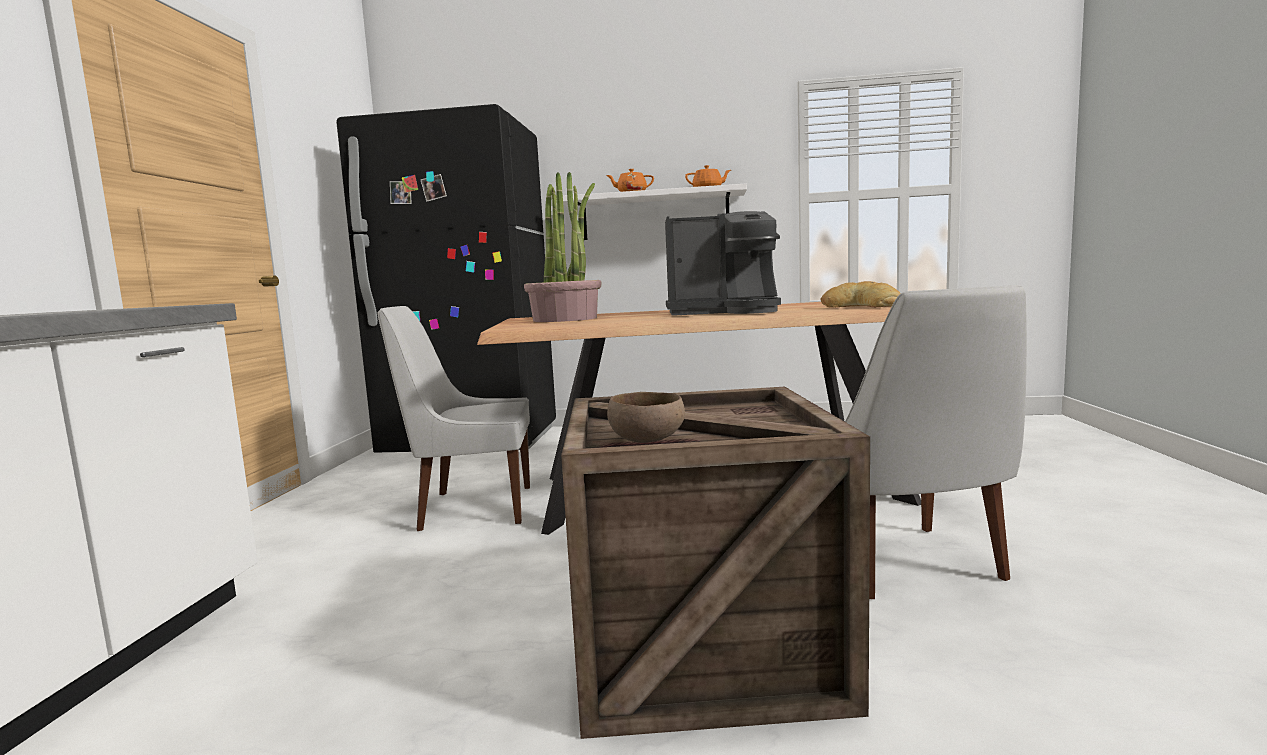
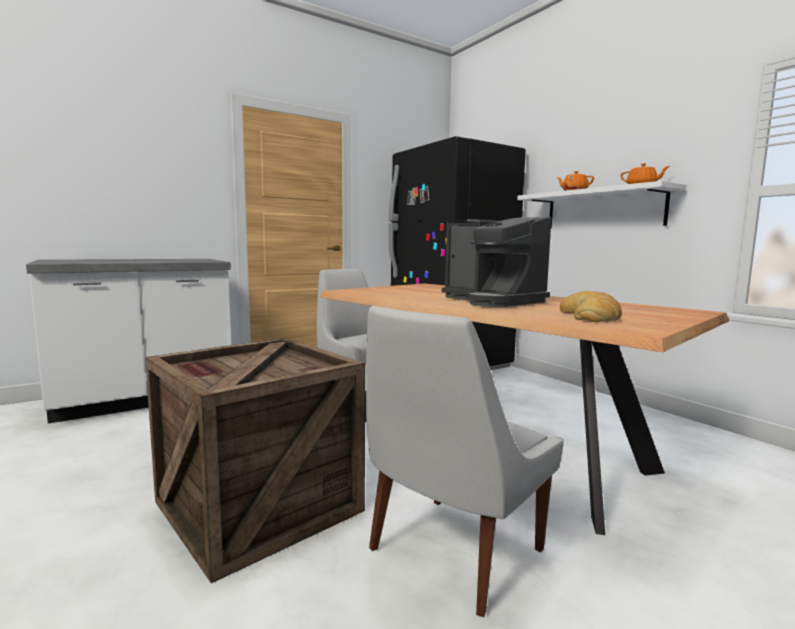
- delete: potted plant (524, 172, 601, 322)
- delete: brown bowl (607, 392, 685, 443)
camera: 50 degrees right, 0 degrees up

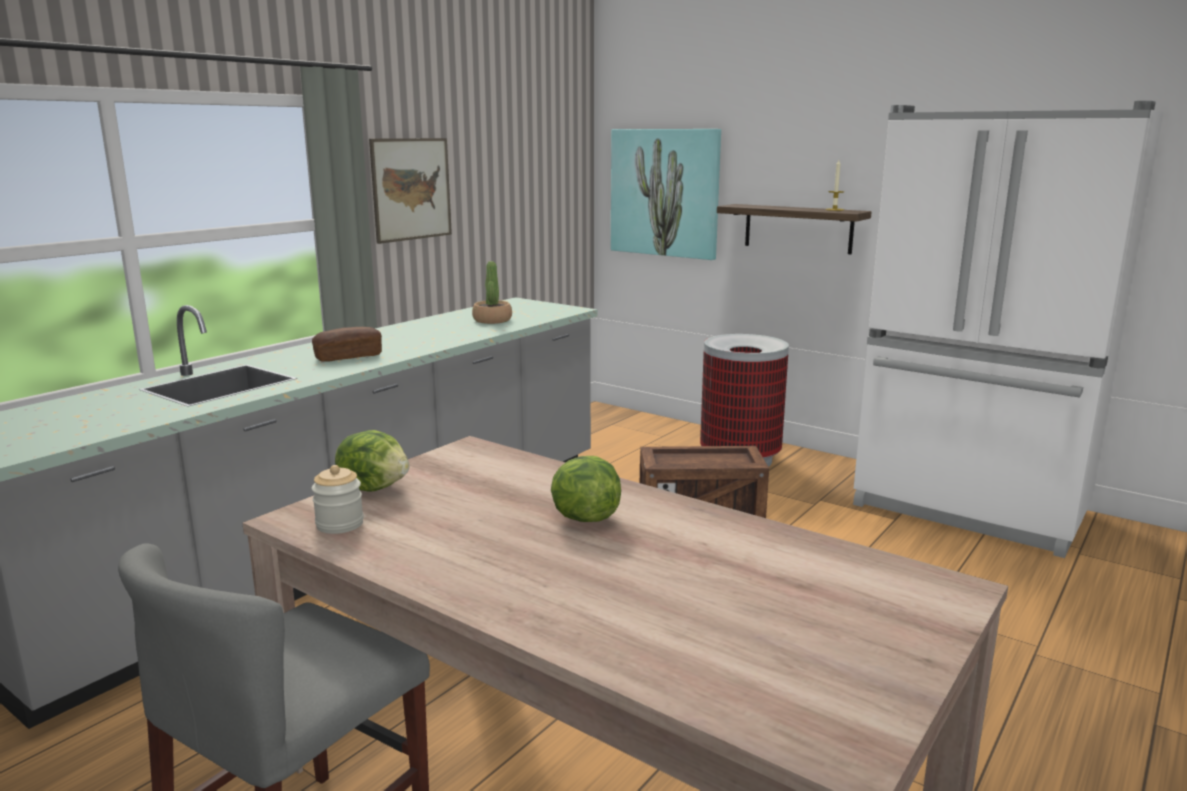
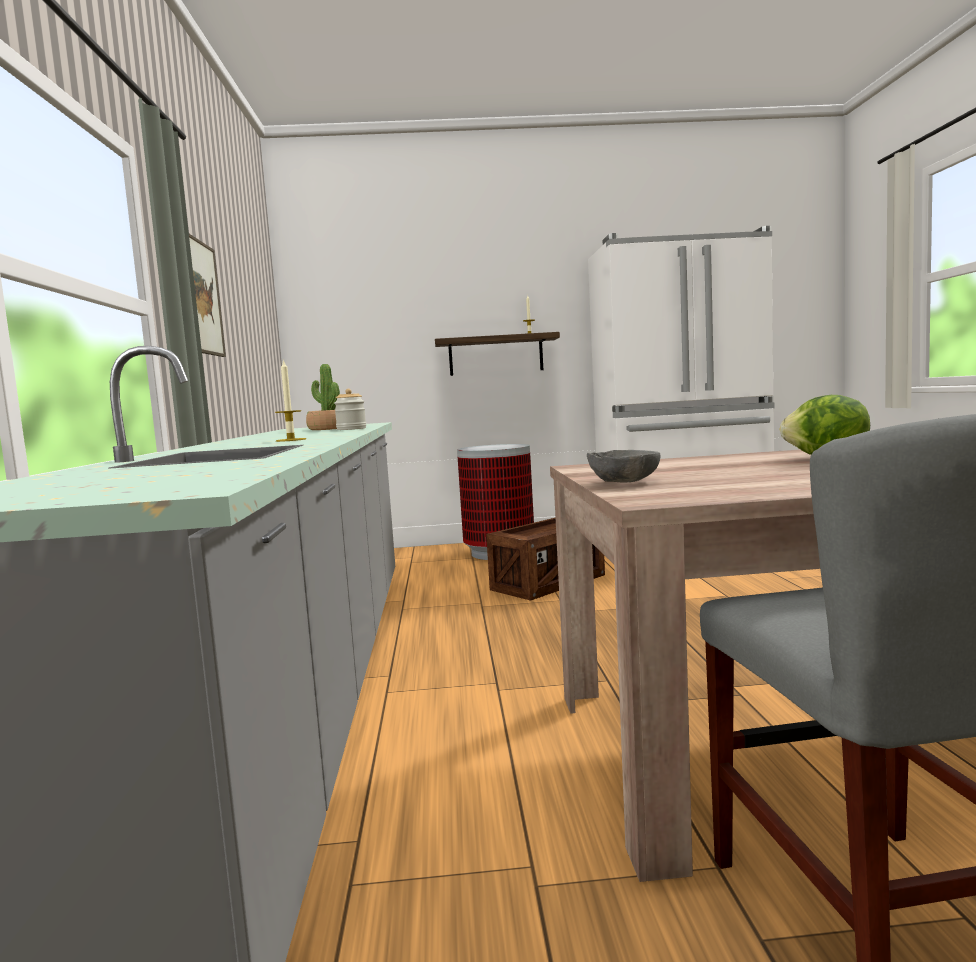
- delete: picture (611, 129, 721, 260)
- move: jar (312, 465, 364, 534) to (334, 389, 366, 430)
- replace: bread (312, 327, 382, 362) to candle (275, 359, 306, 442)
- replace: lettuce (335, 430, 409, 492) to grey bowl (587, 450, 660, 482)
camera: 40 degrees left, 10 degrees down

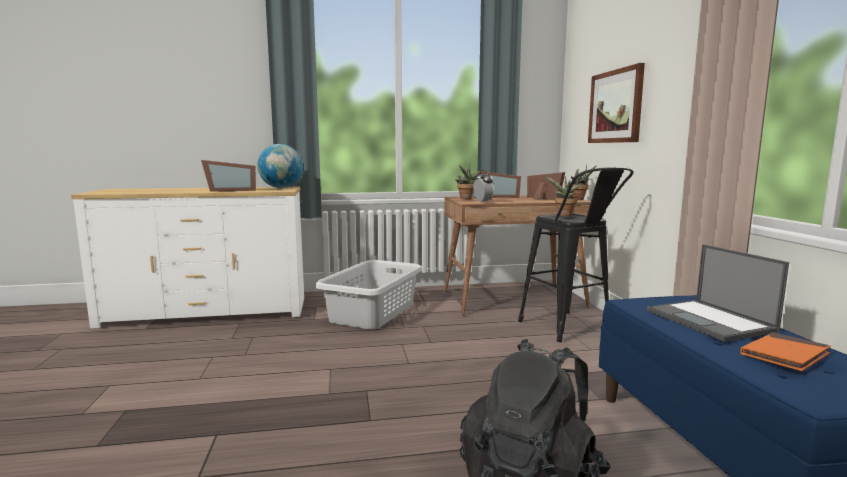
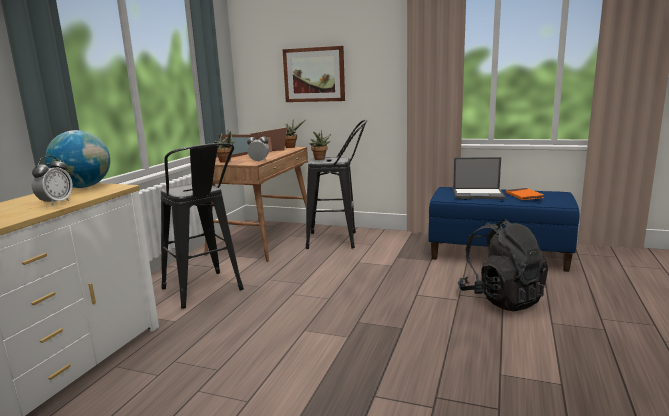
- replace: picture frame (201, 160, 256, 192) to alarm clock (31, 156, 73, 206)
- replace: grey laundry basket (315, 260, 422, 329) to black stool (161, 143, 244, 309)
camera: 60 degrees left, 5 degrees up

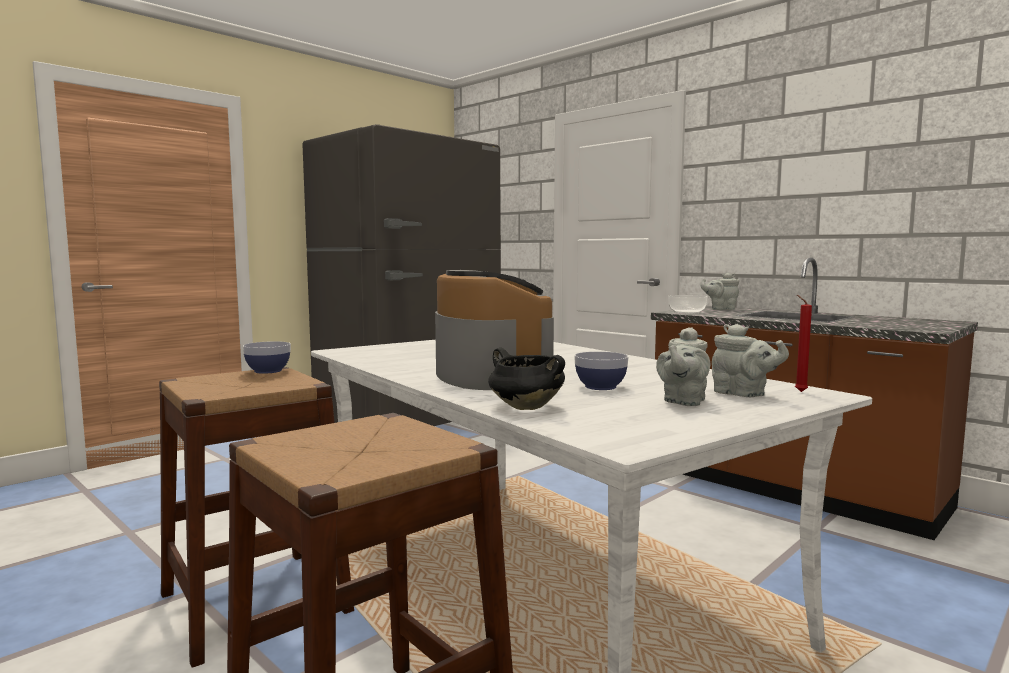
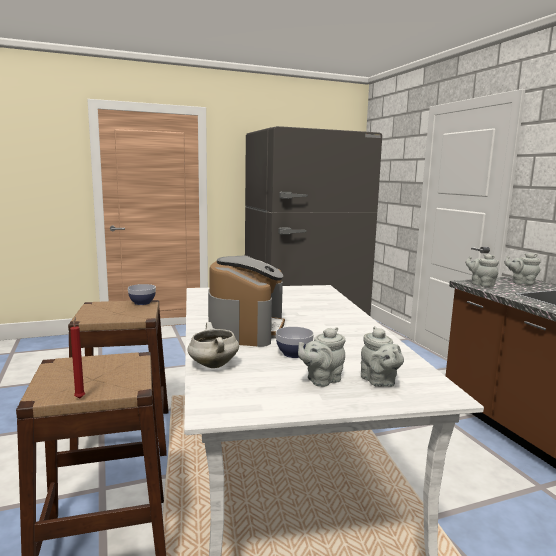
- move: red candle (795, 295, 812, 392) to (70, 317, 85, 398)
- replace: bowl (668, 295, 708, 314) to grey teapot (465, 254, 499, 287)
- recolor: black cooking pot (488, 348, 565, 410) to white cooking pot (188, 322, 239, 368)
camera: 25 degrees right, 5 degrees up

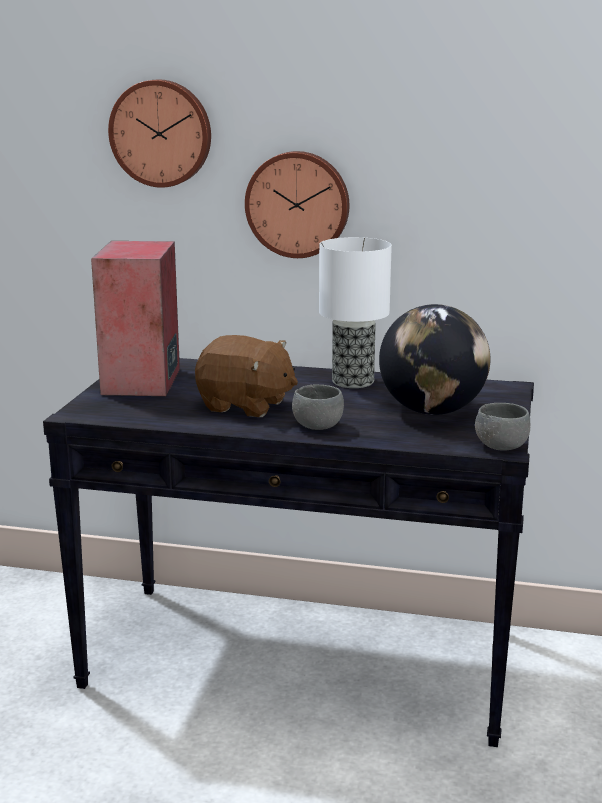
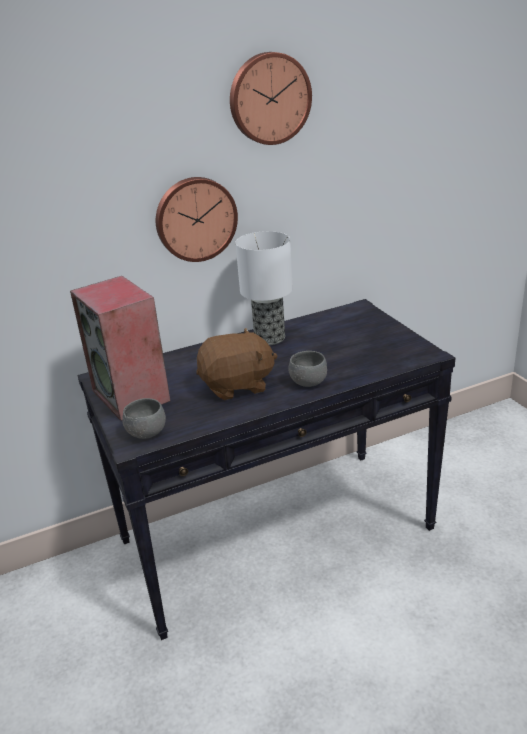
- delete: globe (379, 304, 490, 415)
- move: wall clock (108, 80, 211, 188) to (230, 52, 312, 145)
- move: grey bowl (475, 403, 530, 451) to (122, 398, 166, 439)
camera: 35 degrees left, 10 degrees up

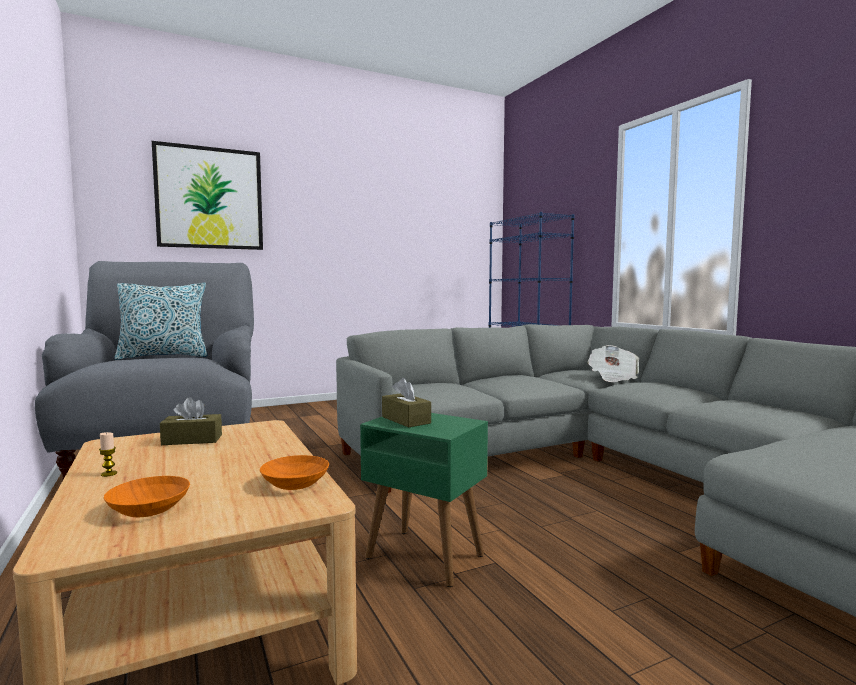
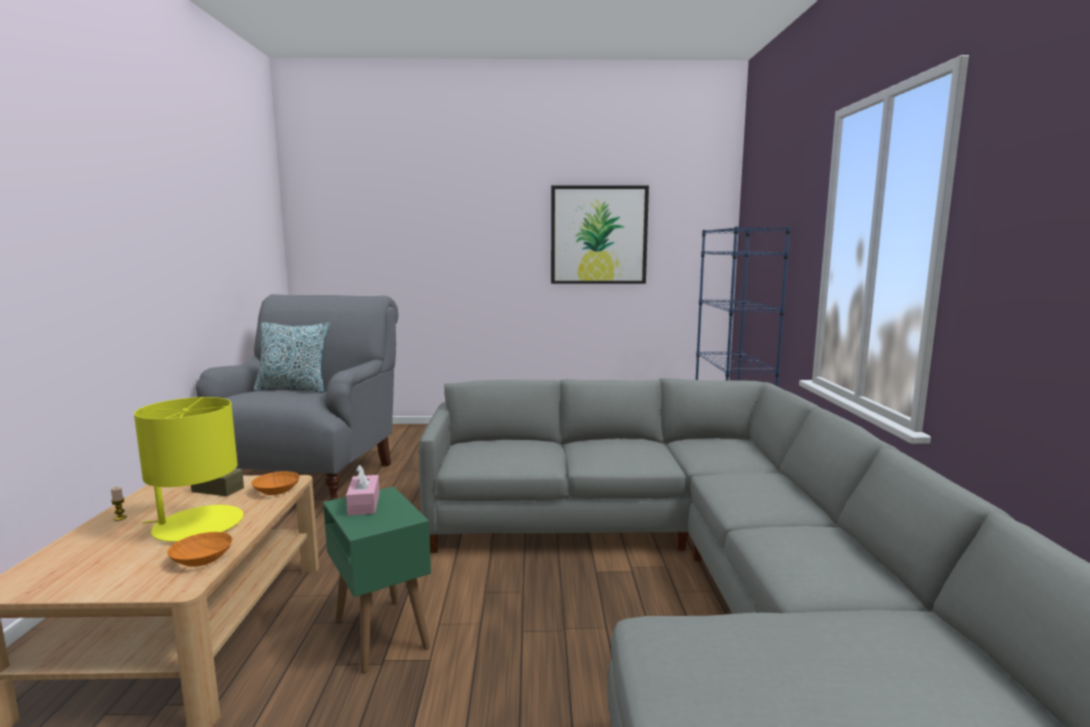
- delete: newspaper (587, 345, 639, 382)
- insert: yellow table lamp (134, 397, 244, 542)
- move: orange bowl (104, 476, 190, 517) to (251, 471, 300, 495)
- move: picture (152, 141, 263, 250) to (551, 185, 649, 284)
- recolor: brown tissue box (382, 378, 431, 427) to pink tissue box (346, 465, 380, 516)
camera: 25 degrees right, 5 degrees up

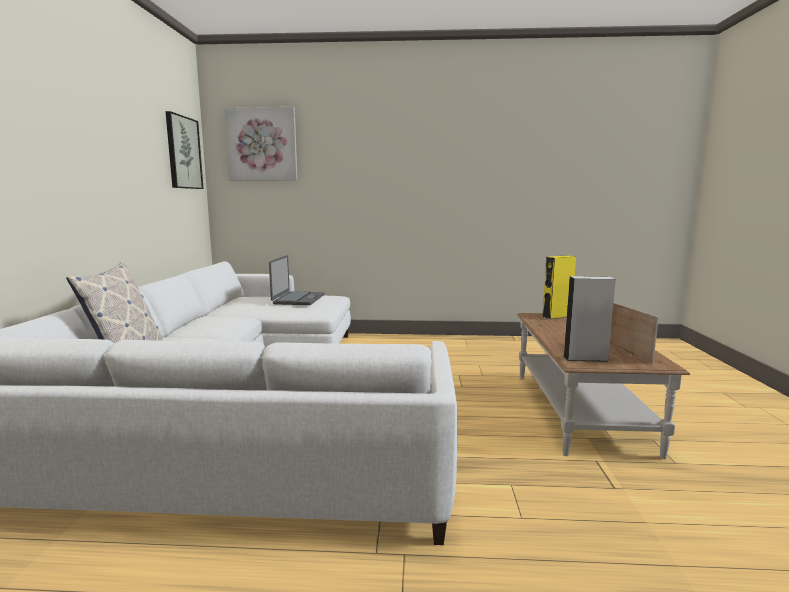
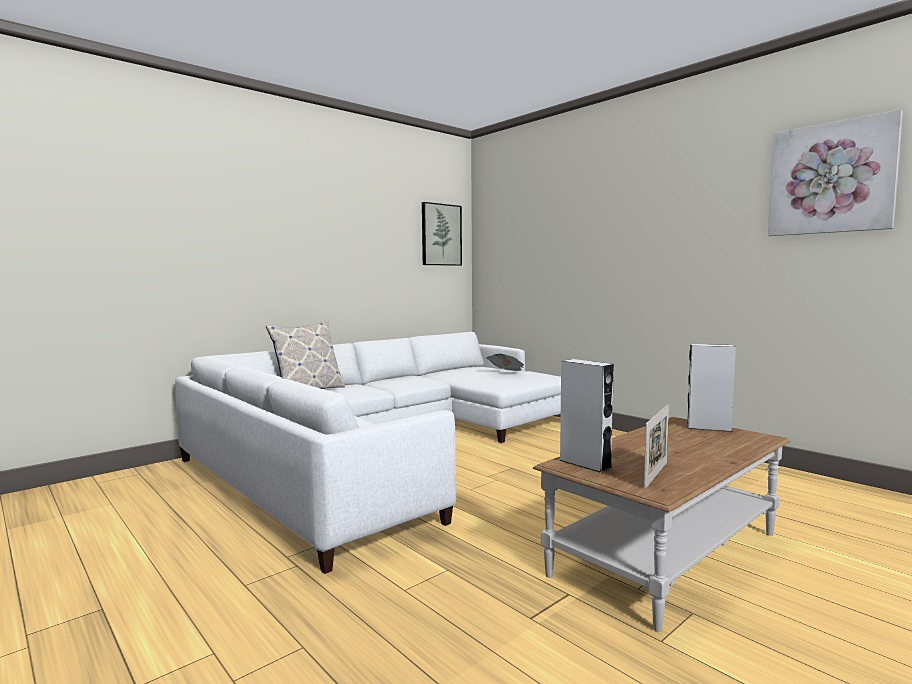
- move: picture (224, 107, 298, 180) to (768, 109, 903, 236)
- replace: laptop (269, 255, 324, 305) to newspaper (487, 354, 524, 371)
- recolor: yellow speaker (542, 255, 576, 319) to grey speaker (687, 344, 736, 432)
camera: 45 degrees right, 5 degrees down

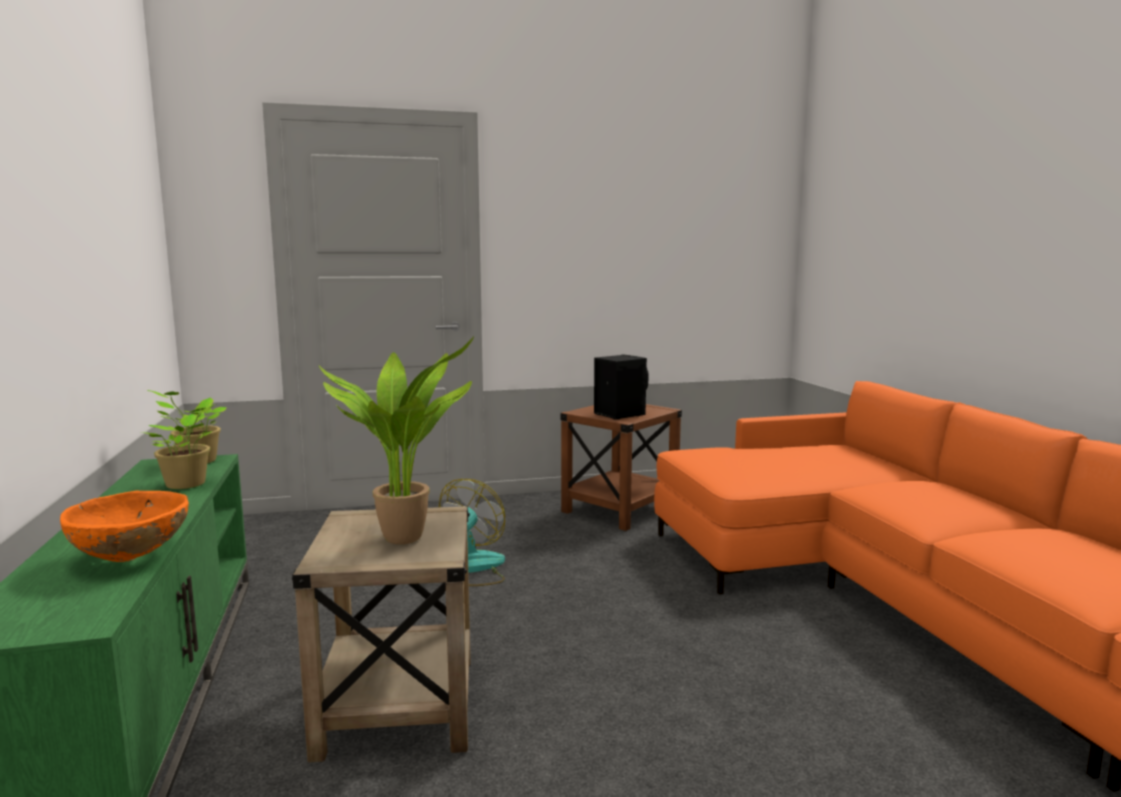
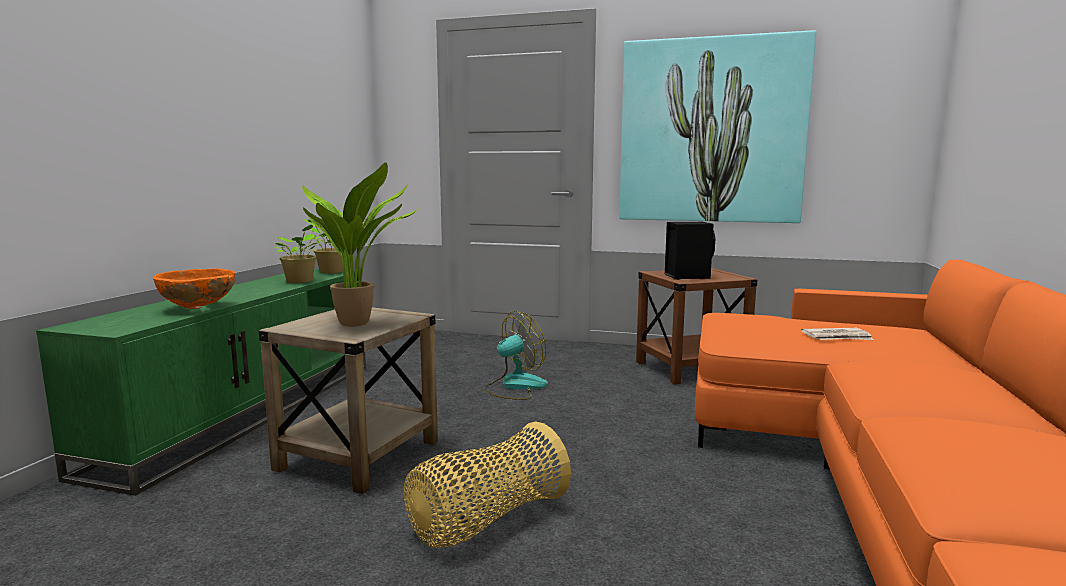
- insert: basket (404, 421, 571, 547)
- insert: picture (619, 30, 816, 223)
- insert: newspaper (801, 328, 873, 340)
camera: 30 degrees right, 0 degrees up

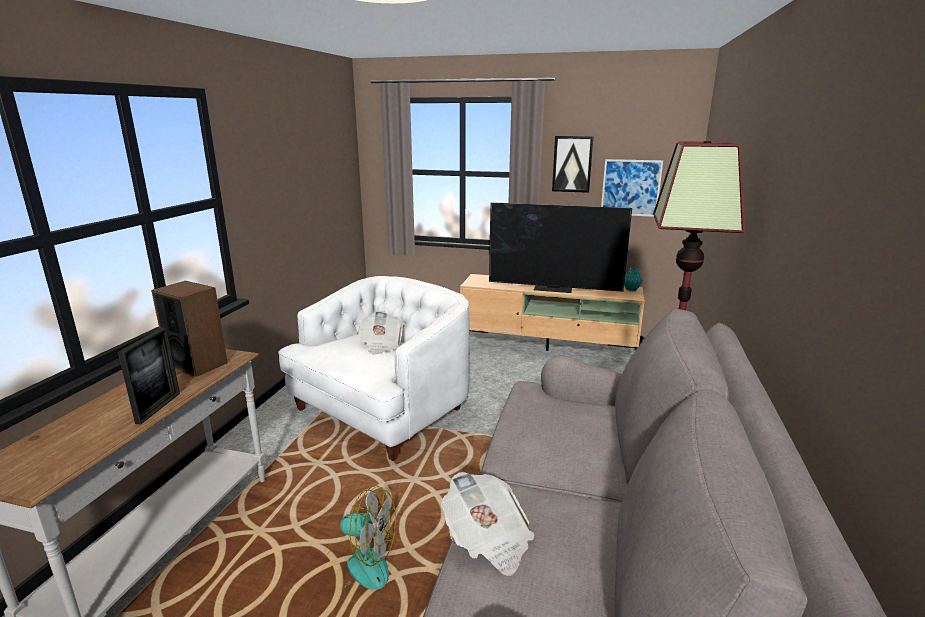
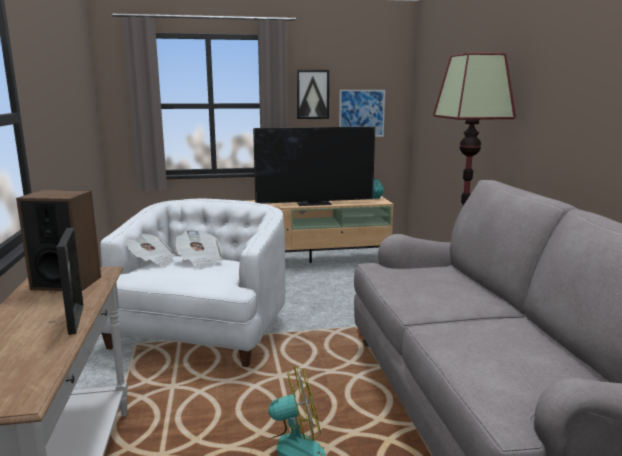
- move: newspaper (441, 472, 535, 576) to (125, 234, 175, 266)
camera: 25 degrees left, 5 degrees down

